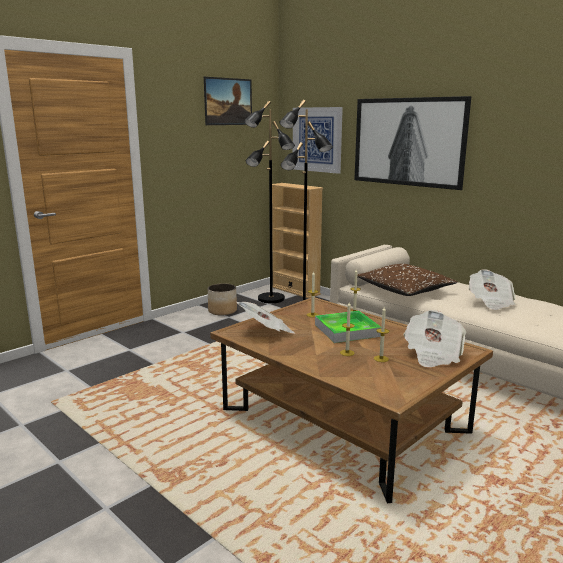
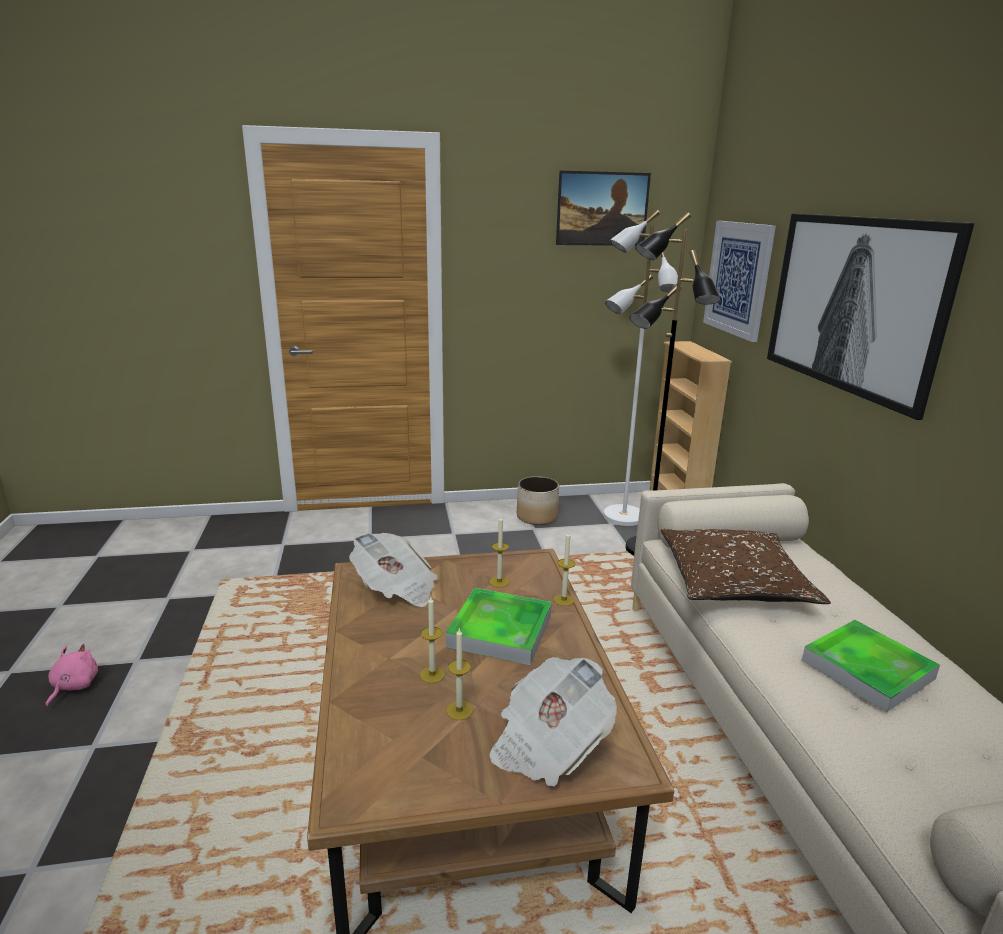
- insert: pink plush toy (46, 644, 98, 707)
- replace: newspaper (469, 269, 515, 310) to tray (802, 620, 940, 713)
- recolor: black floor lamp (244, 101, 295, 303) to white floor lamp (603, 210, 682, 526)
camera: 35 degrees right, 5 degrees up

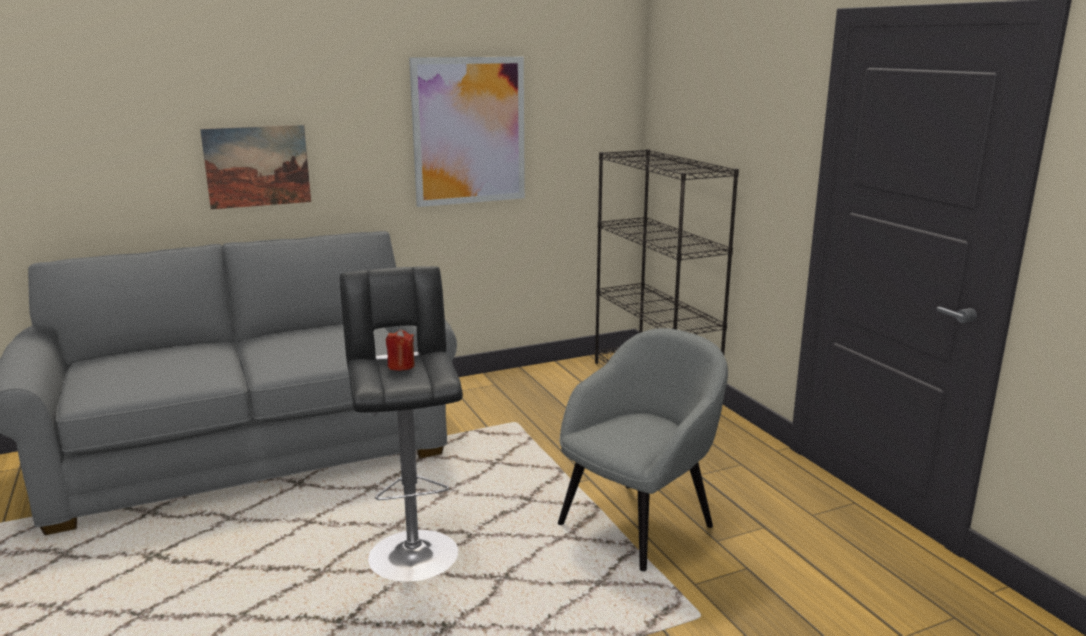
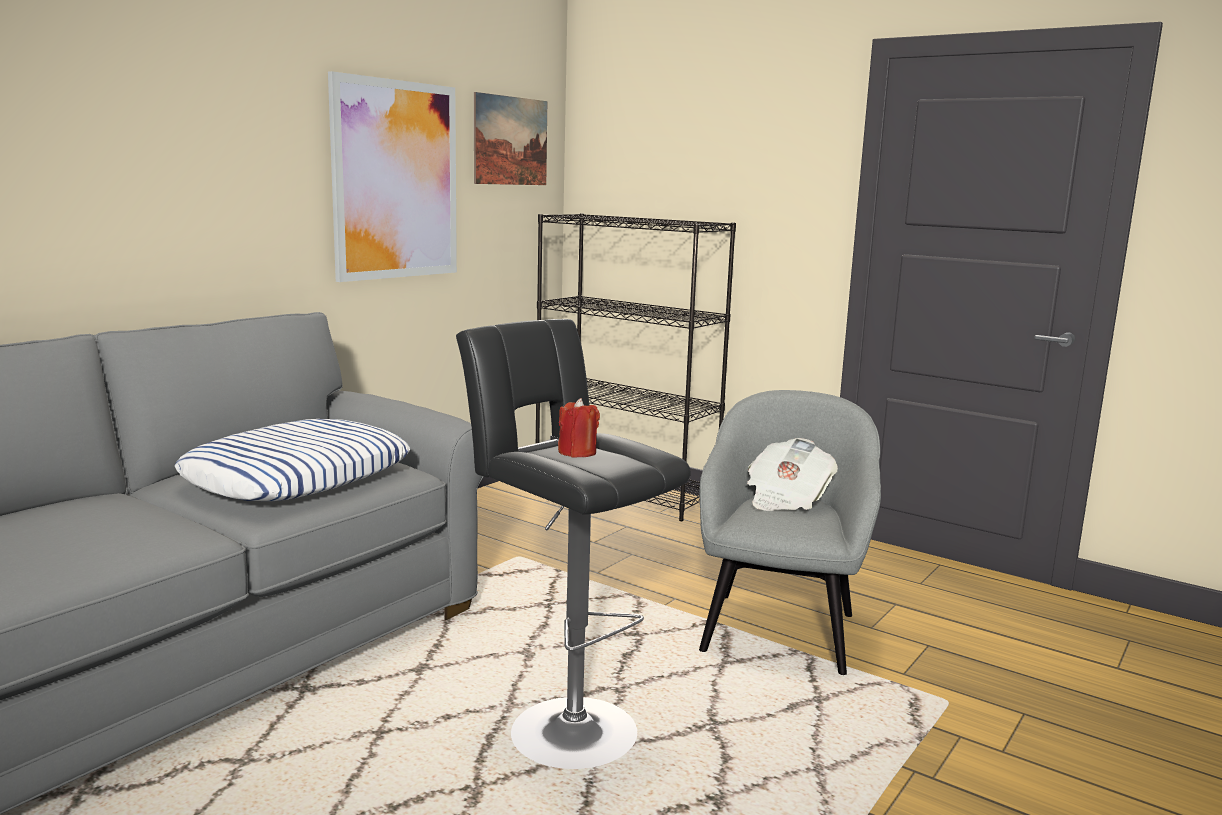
- insert: pillow (175, 419, 410, 501)
- insert: newspaper (747, 438, 838, 511)
- move: picture (200, 125, 311, 209) to (474, 92, 547, 185)
camera: 30 degrees left, 5 degrees down

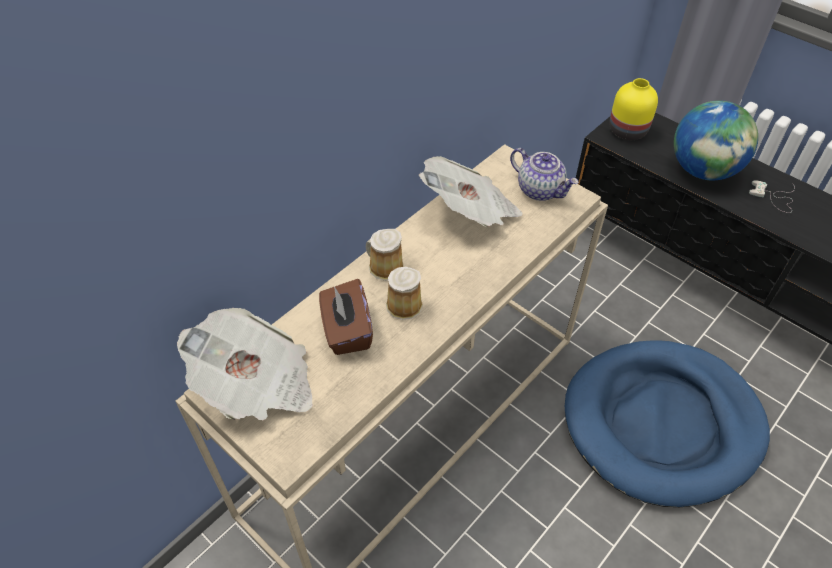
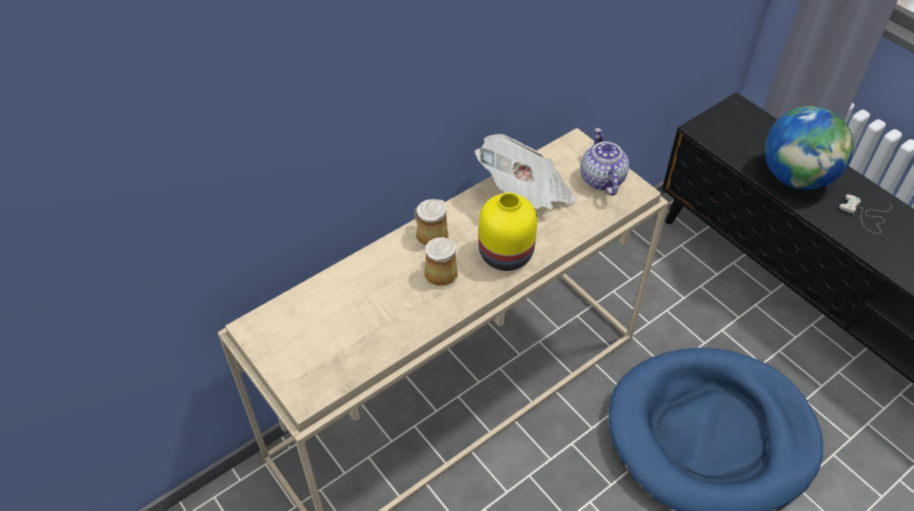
- delete: newspaper (177, 308, 313, 421)
- delete: brown tissue box (319, 279, 373, 355)
- move: yellow vase (609, 78, 658, 140) to (478, 192, 537, 271)
- rotate: teapot (510, 148, 579, 201) = (580, 128, 629, 196) 150 degrees counterclockwise
camera: 10 degrees right, 0 degrees up

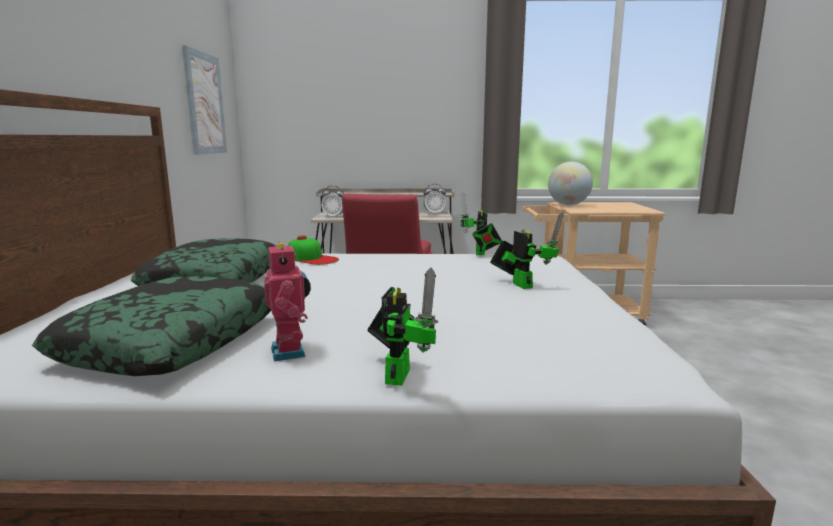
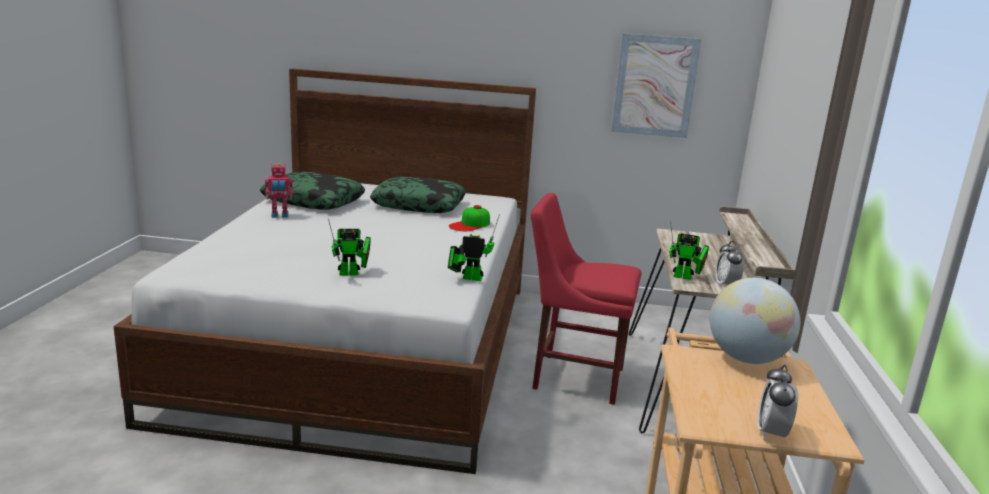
- move: alarm clock (321, 186, 344, 218) to (757, 364, 798, 440)
- move: toy robot (367, 267, 438, 386) to (669, 221, 709, 280)
camera: 95 degrees right, 5 degrees up

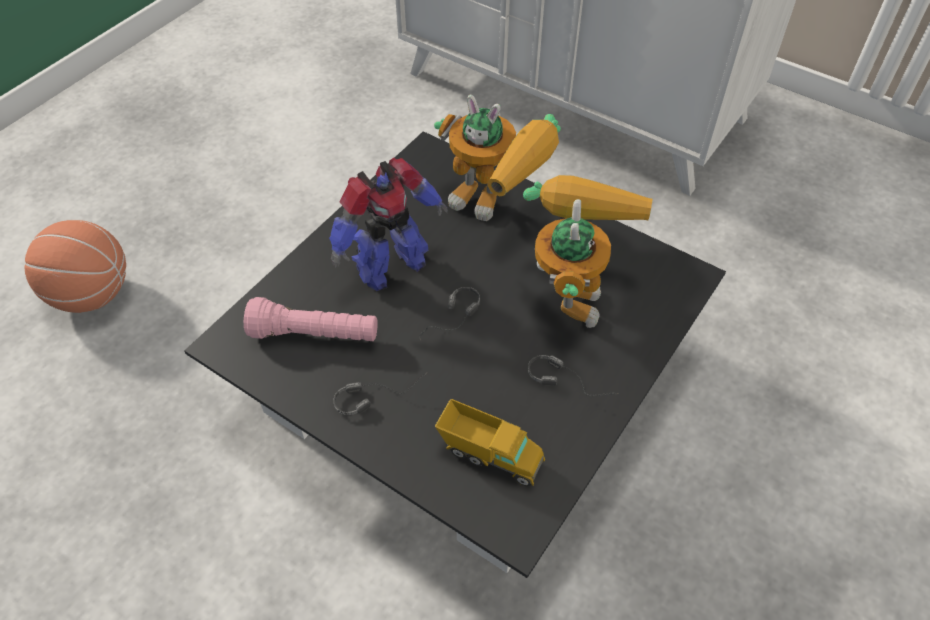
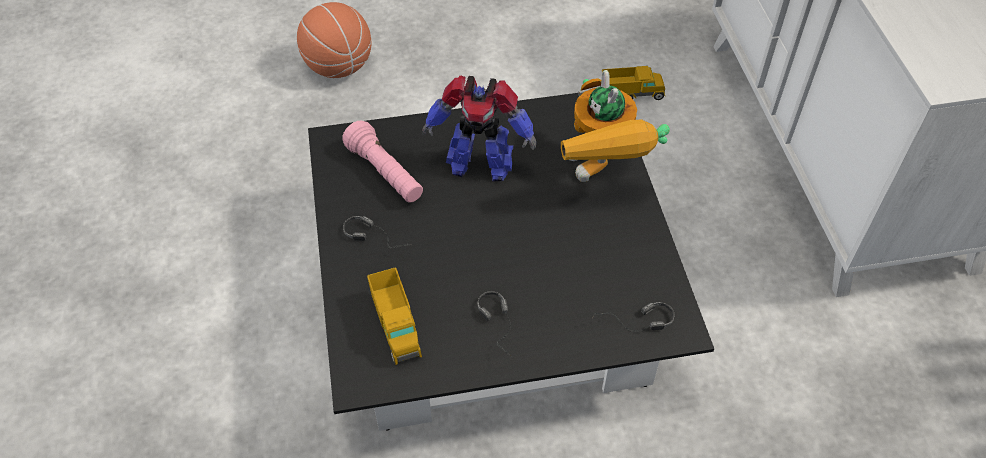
- delete: toy robot (523, 175, 652, 328)
- insert: toy truck (602, 66, 665, 100)
- move: headphones (419, 287, 480, 341) to (592, 302, 675, 332)
camera: 45 degrees right, 0 degrees up

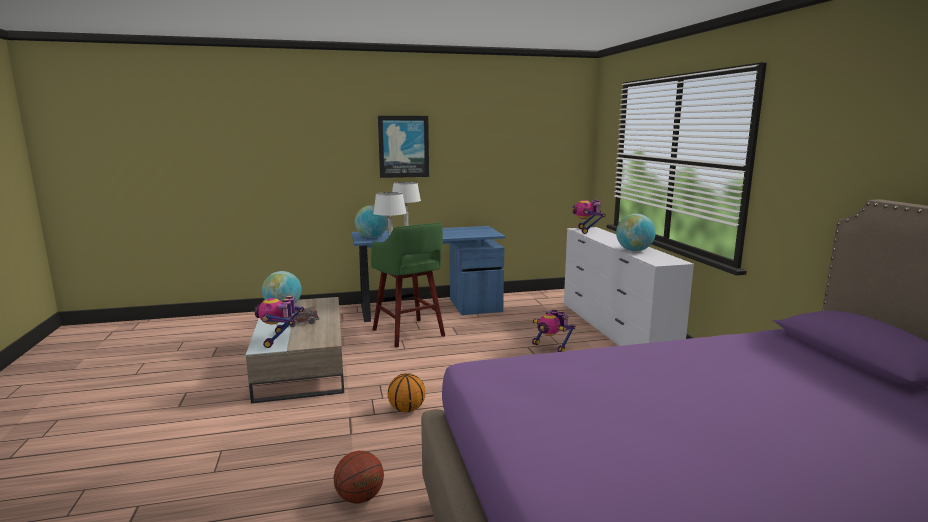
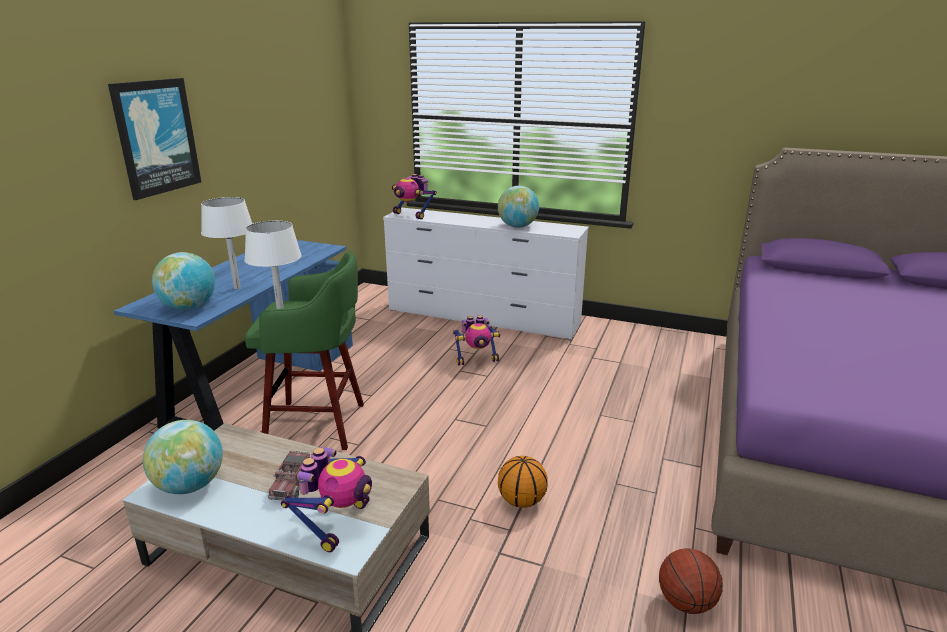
- rotate: toy robot (255, 295, 304, 348) = (281, 447, 372, 552) 105 degrees counterclockwise
camera: 55 degrees left, 10 degrees up

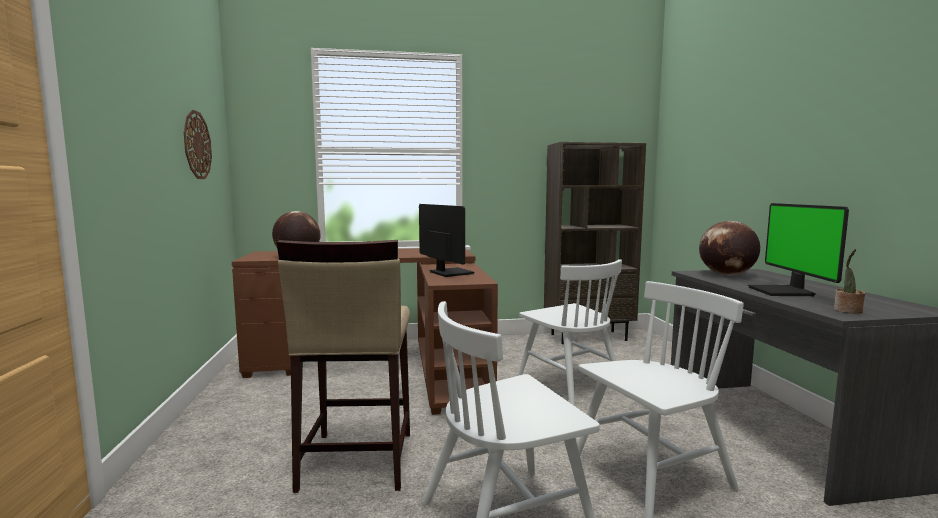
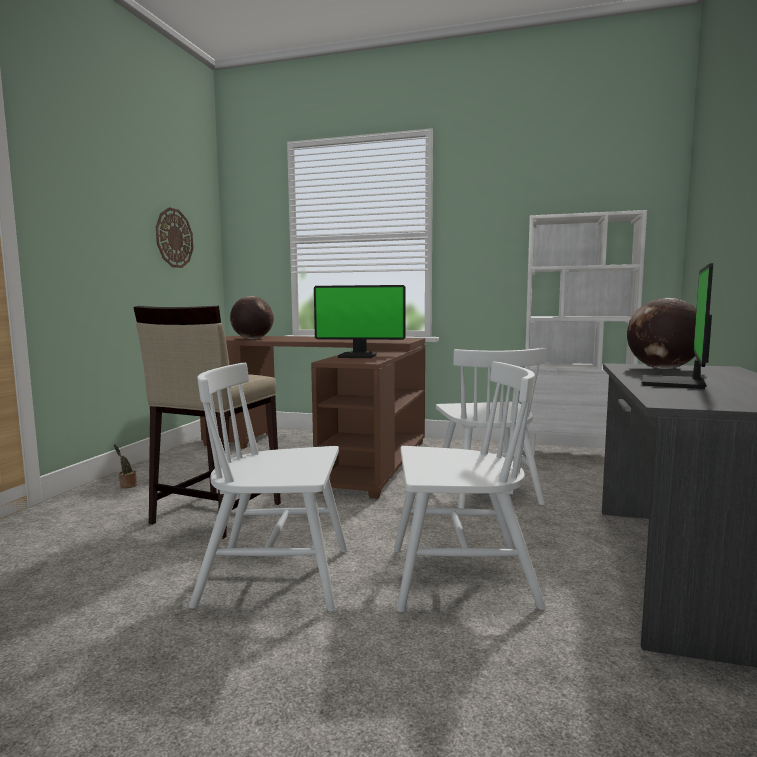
- move: potted plant (834, 249, 865, 314) to (114, 444, 137, 488)
- recolor: brown bookcase (544, 142, 646, 344) to white bookcase (525, 210, 647, 455)
- rotate: monitor (419, 204, 475, 277) = (314, 285, 405, 358) 105 degrees clockwise
camera: 25 degrees right, 0 degrees up

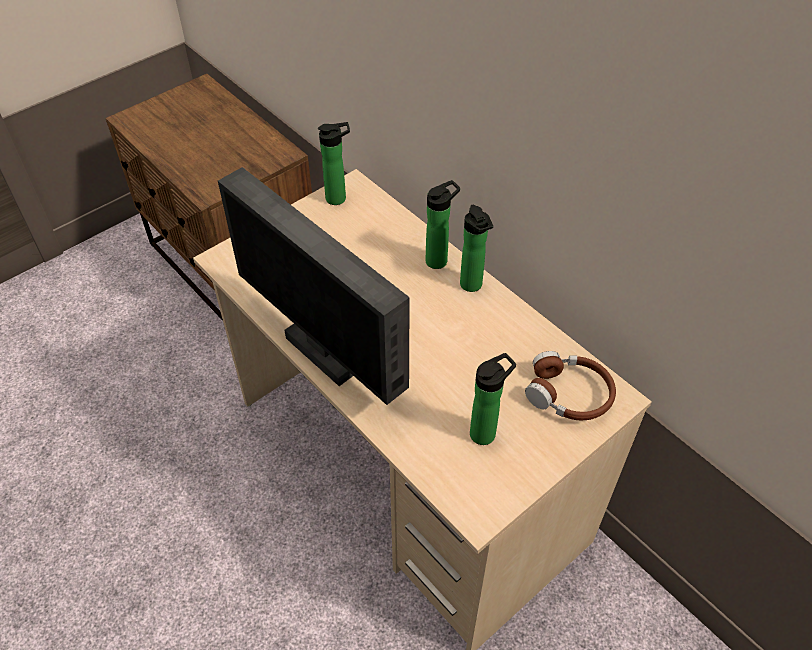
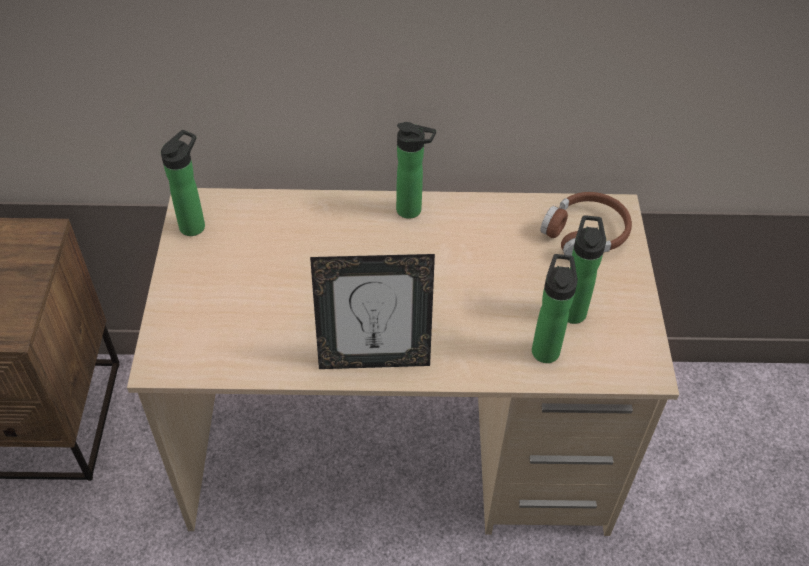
- move: bottle (426, 180, 460, 269) to (532, 254, 578, 363)
- replace: monitor (218, 167, 410, 405) to picture frame (310, 254, 435, 369)
camera: 50 degrees left, 0 degrees up

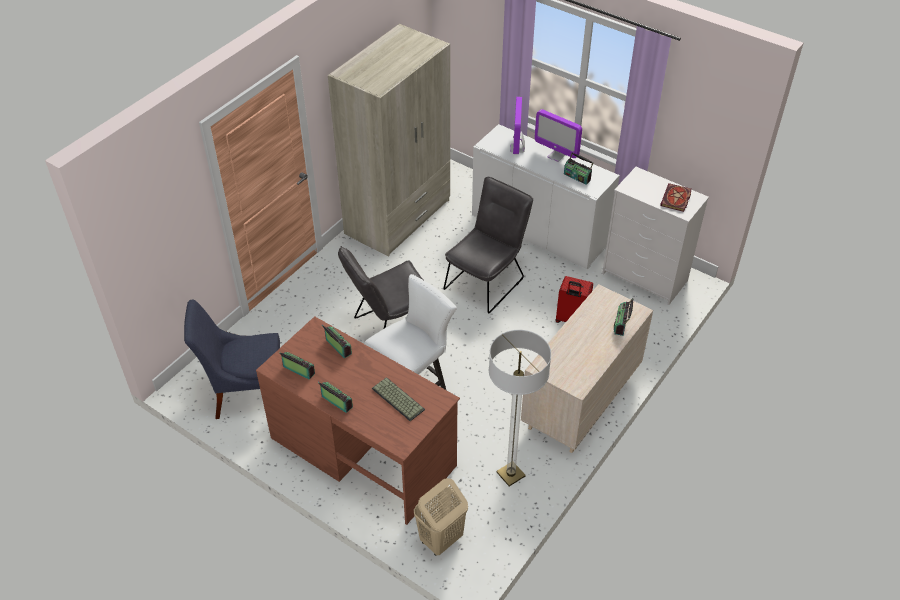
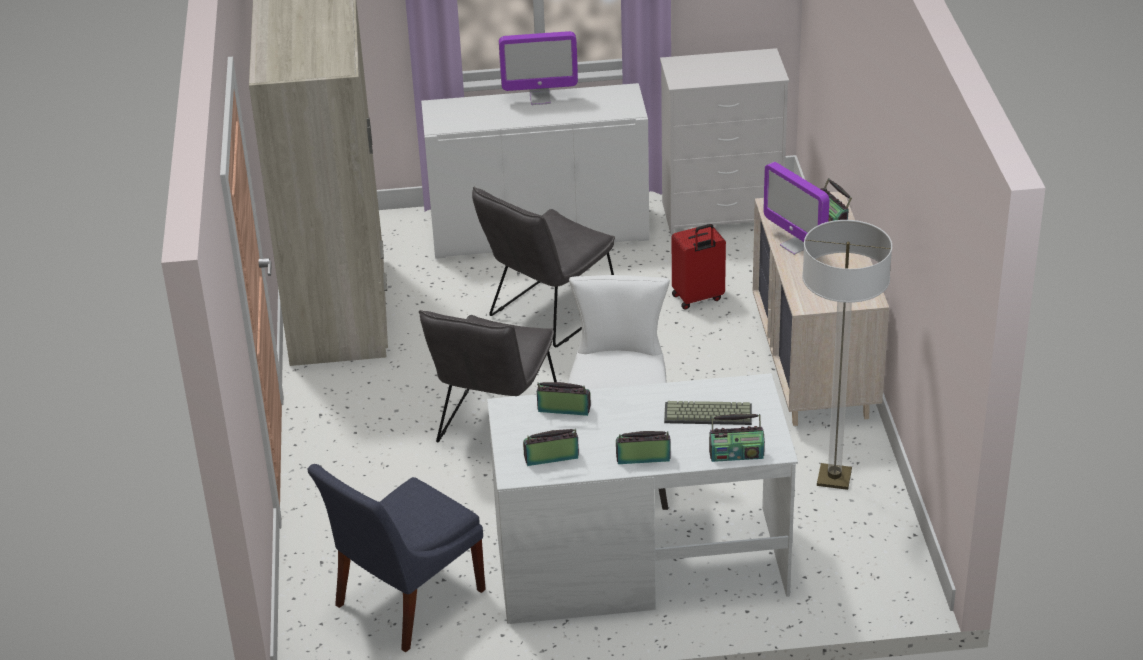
- delete: beige laundry basket (414, 478, 468, 556)
- delete: book (660, 183, 692, 212)
- move: monitor (510, 97, 525, 154) to (763, 162, 830, 255)
- move: radio (564, 153, 593, 185) to (709, 414, 765, 462)
- recolor: brown desk (256, 316, 460, 525) to white desk (487, 373, 798, 624)
- rotate: grey chair (443, 176, 533, 313) = (472, 187, 615, 347) 135 degrees counterclockwise
camera: 40 degrees left, 10 degrees down

